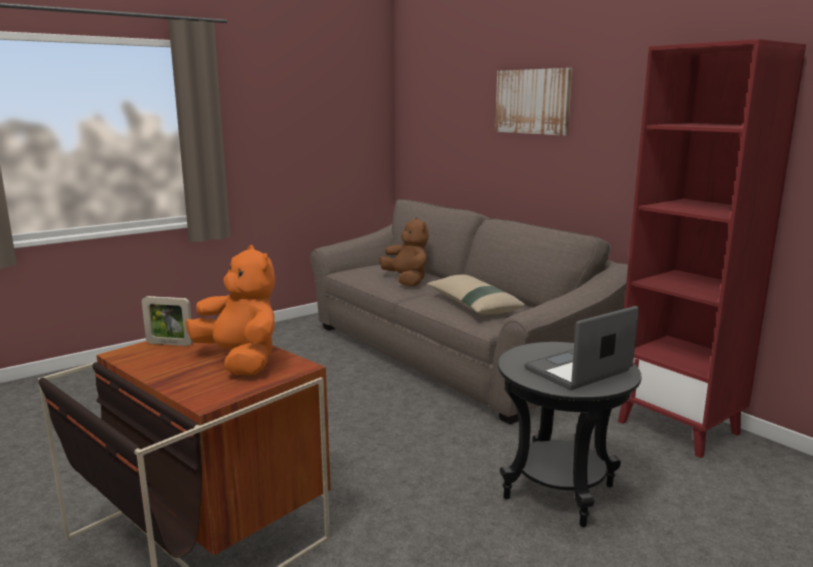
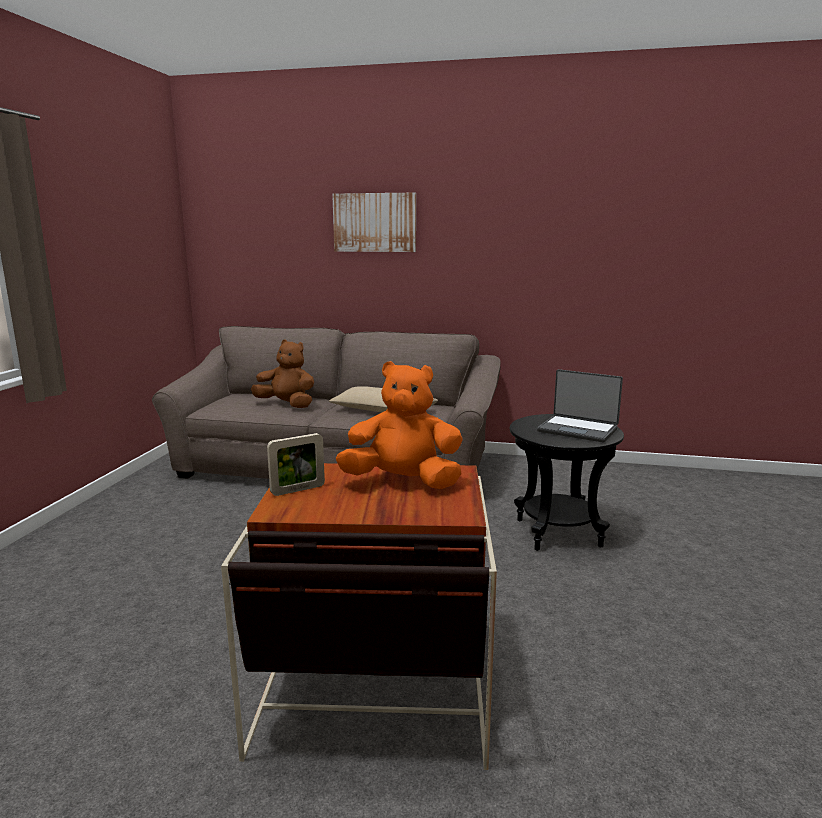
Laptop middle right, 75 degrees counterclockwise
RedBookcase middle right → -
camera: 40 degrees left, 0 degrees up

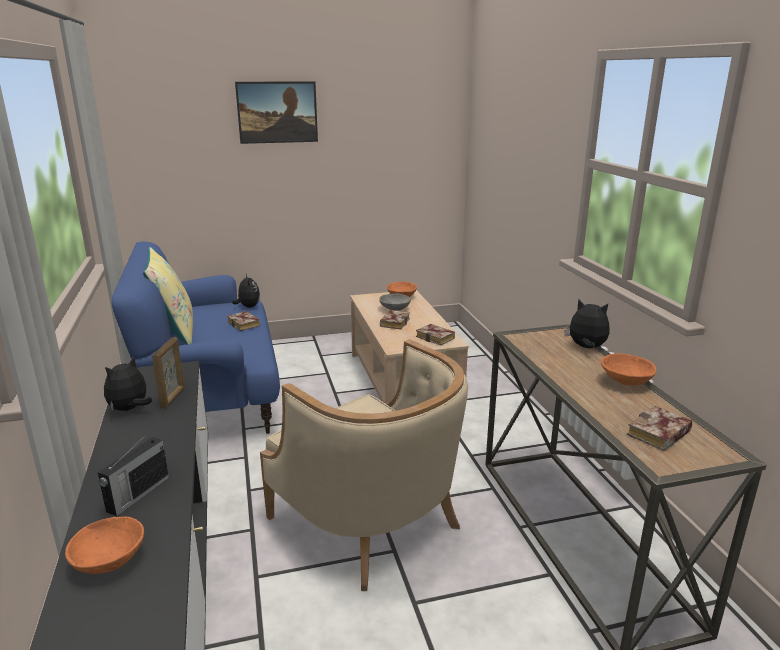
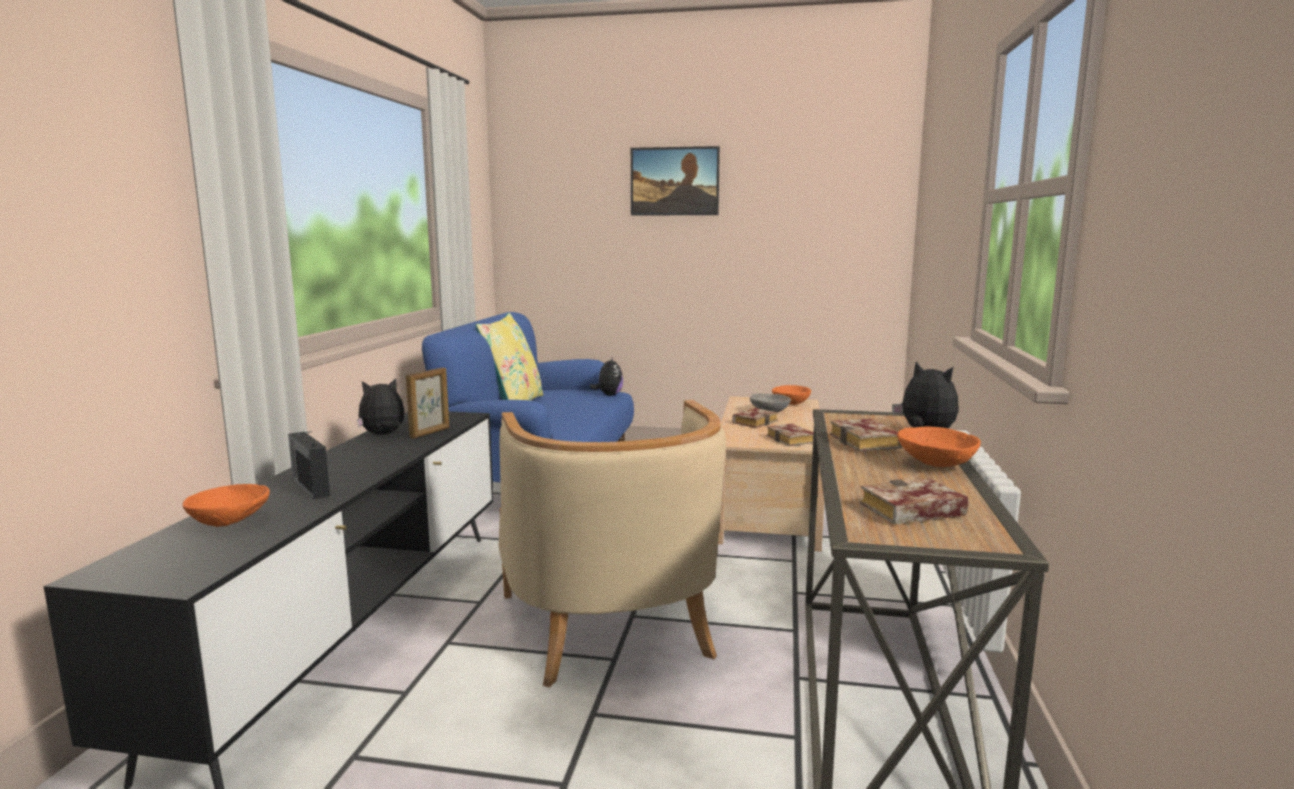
Radio bottom left → Radio middle left, 90 degrees clockwise
Book (no. 1 from left in the first image) middle left → Book (no. 3 from left) middle right, relocated
camera: 25 degrees right, 10 degrees down

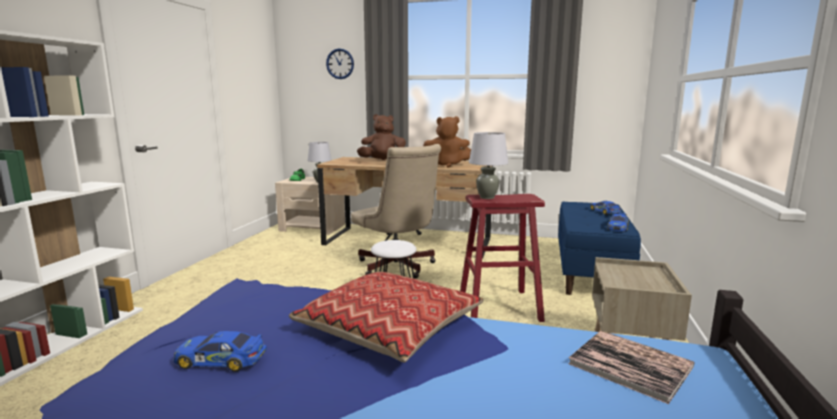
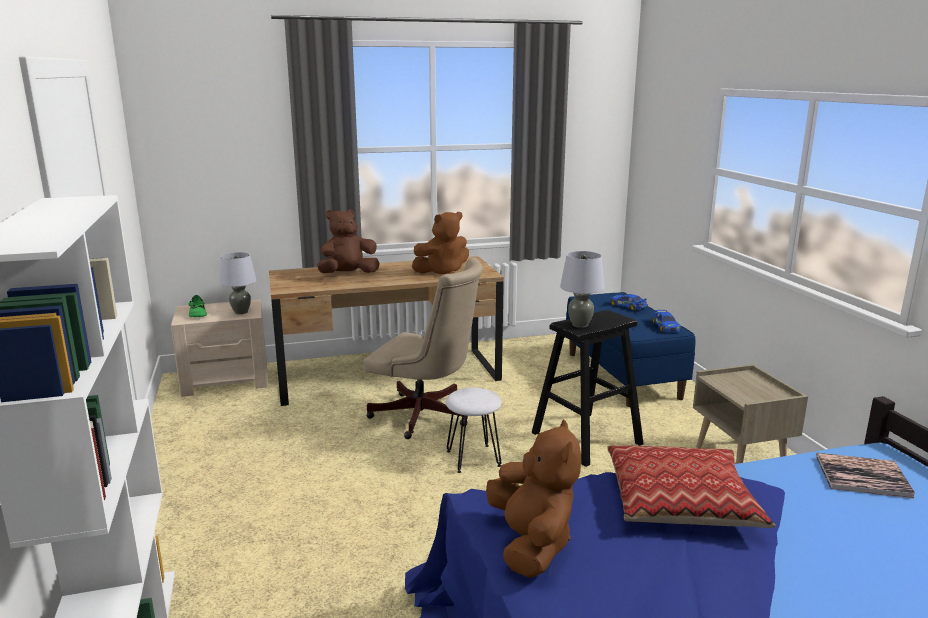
- → BrownPlushToy (no. 3 from left) bottom centre
RedStool centre → BlackStool centre
ToyCar (no. 1 from left) bottom left → -
WallClock top centre → -
camera: 30 degrees left, 5 degrees up

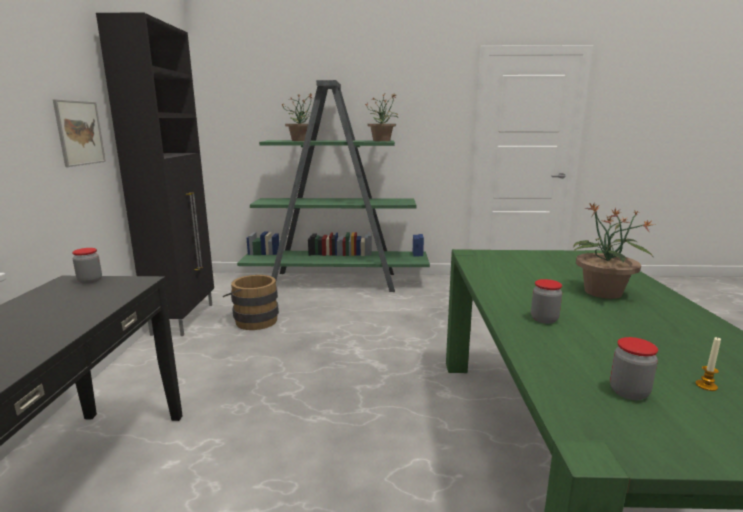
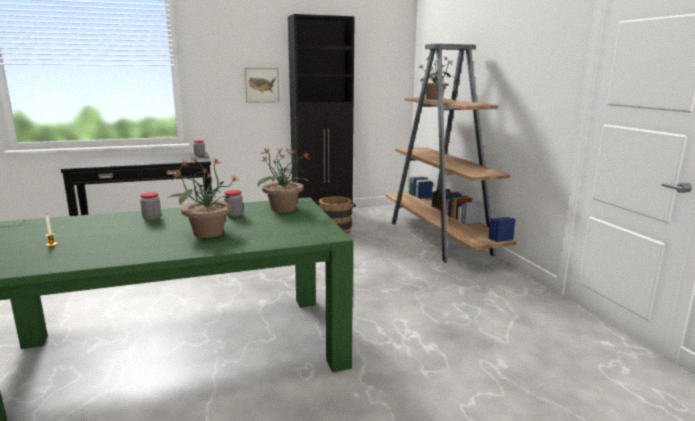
Jar (no. 3 from left) bottom right → Jar (no. 3 from left) centre, relocated
PottedPlant (no. 2 from left) top centre → PottedPlant (no. 2 from left) centre, relocated
GreenBookcase centre → BrownBookcase centre
camera: 70 degrees right, 0 degrees up

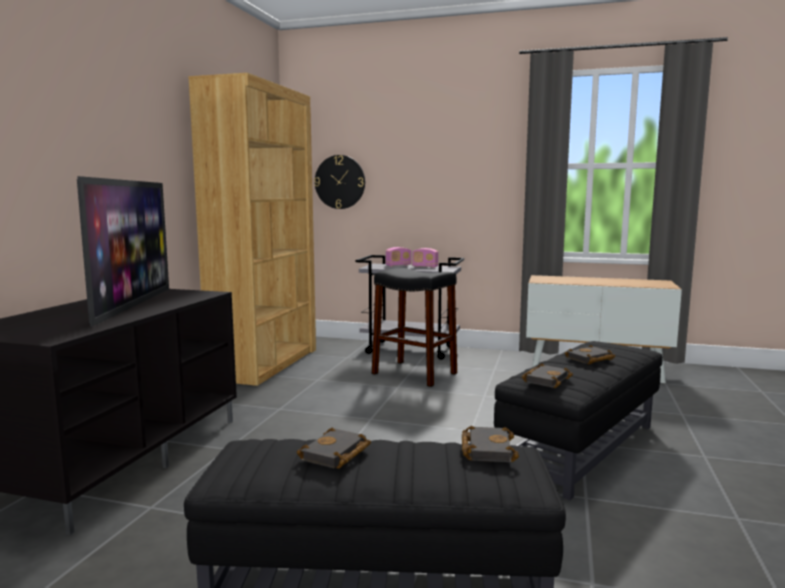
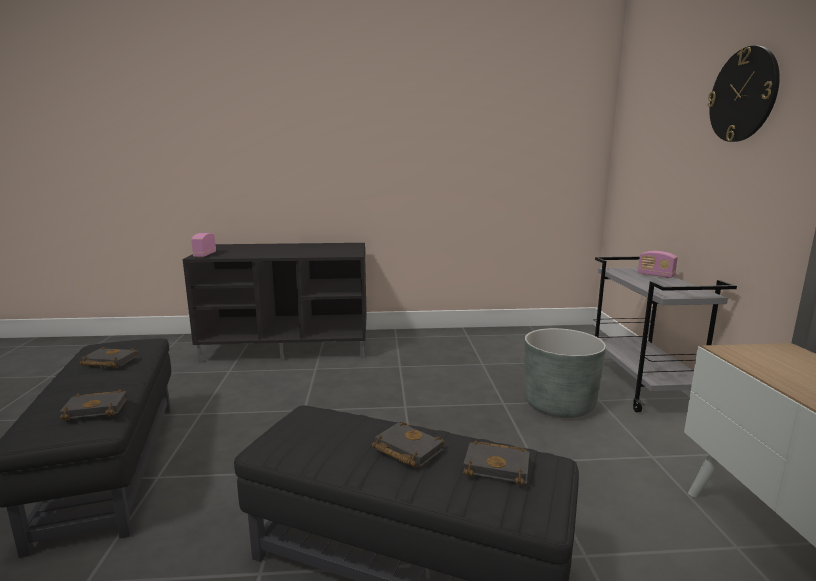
Radio (no. 2 from left in the first image) centre → Radio (no. 1 from left) middle left, relocated
BlackBook (no. 3 from left in the first image) middle right → BlackBook (no. 4 from left) bottom centre, relocated
BlackStool centre → GreyPlanter middle right
WallClock top centre → WallClock top right, relocated
Television middle left → -
BrownBookcase middle left → -
camera: 70 degrees right, 5 degrees up

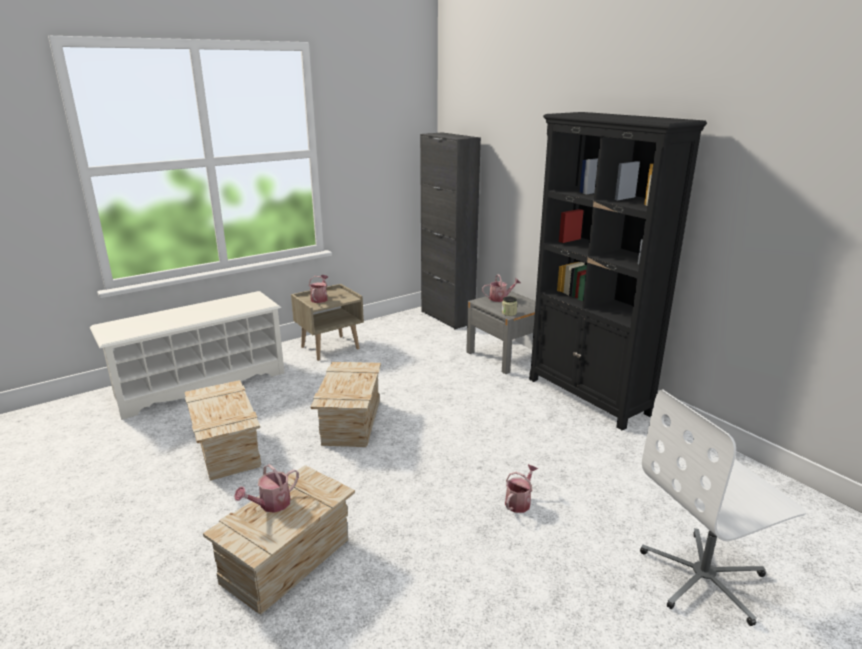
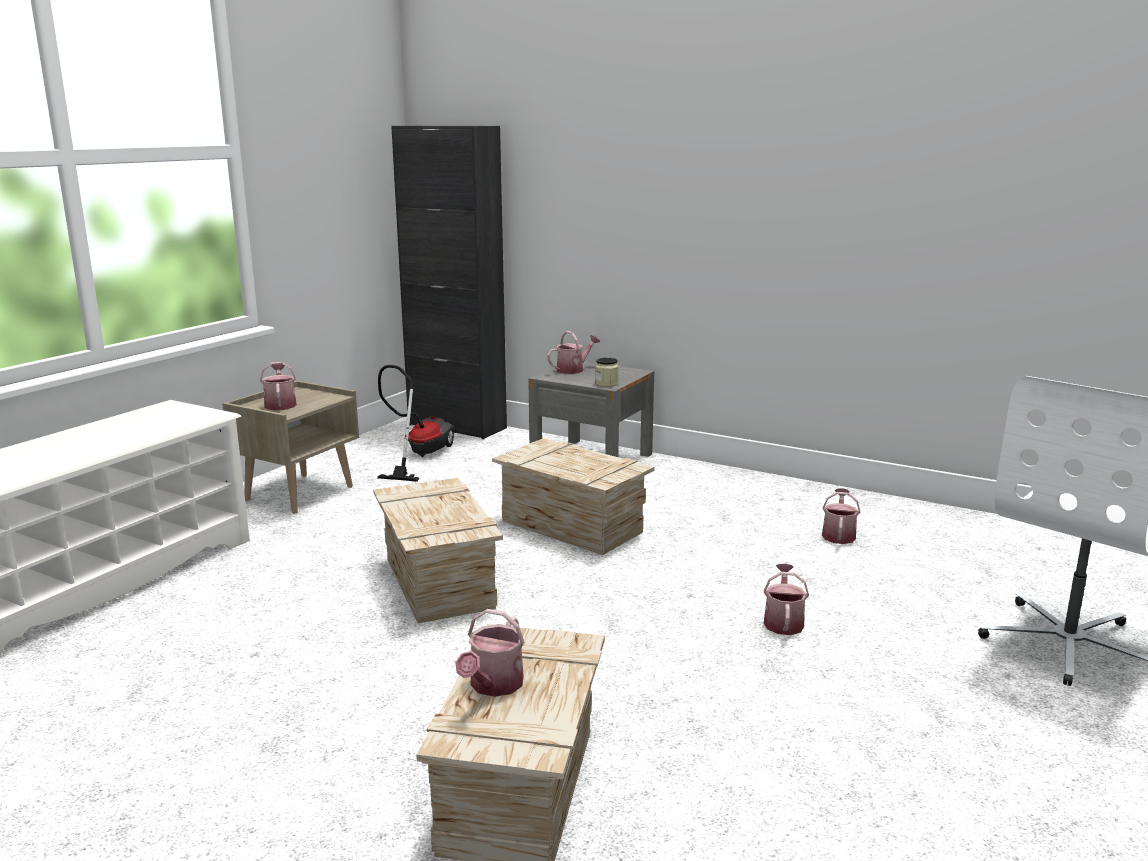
- → VacuumCleaner centre
Crate (no. 1 from left in the first image) middle left → Crate (no. 3 from left) centre, relocated
- → WateringCan (no. 5 from left) middle right
BlackBookcase middle right → -
camera: 25 degrees left, 5 degrees down

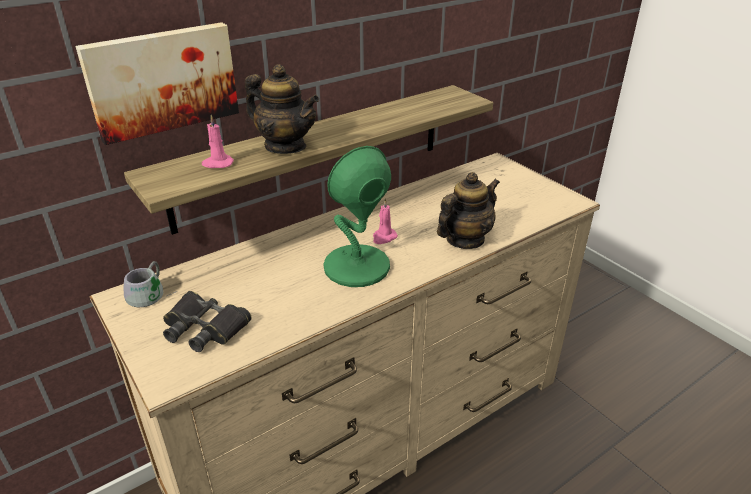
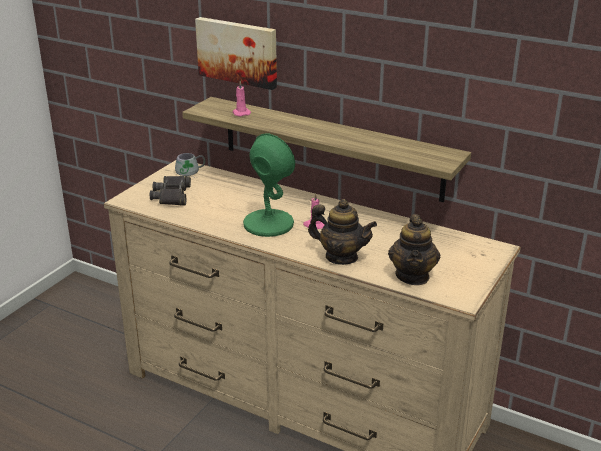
Teapot (no. 1 from left in the first image) top centre → Teapot (no. 2 from left) middle right, relocated
camera: 65 degrees right, 5 degrees down

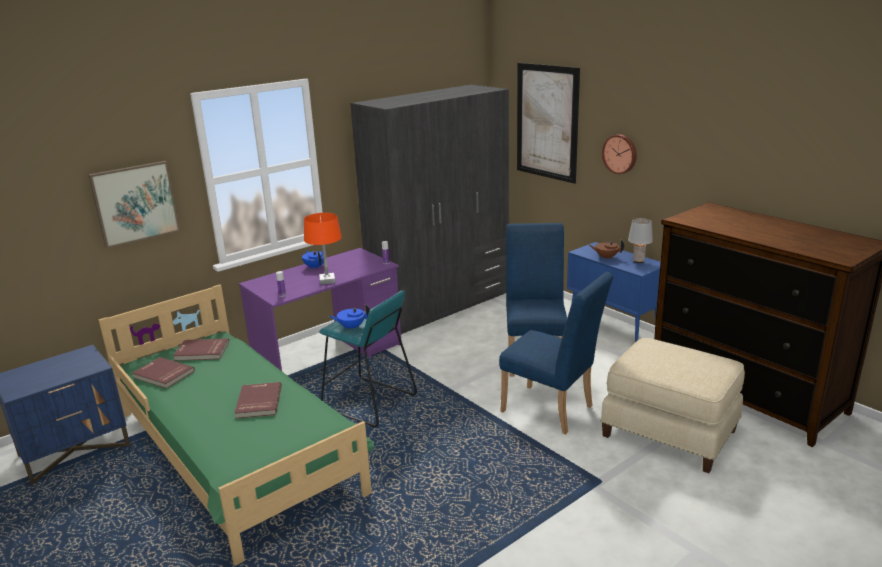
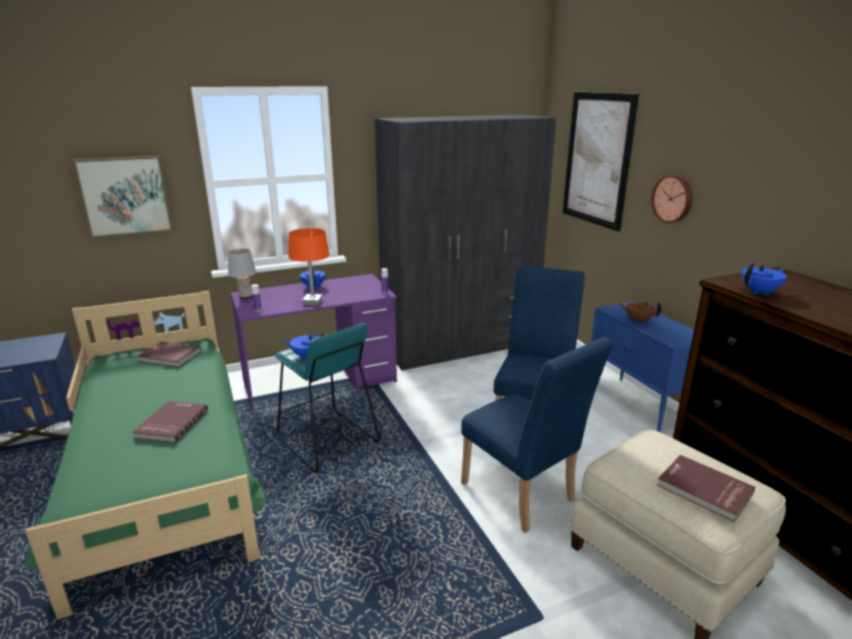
GreyTableLamp middle right → GreyTableLamp middle left, relocated
RedBook (no. 1 from left in the first image) middle left → RedBook (no. 3 from left) bottom right, relocated
- → BlueTeapot (no. 3 from left) middle right
camera: 15 degrees right, 0 degrees up

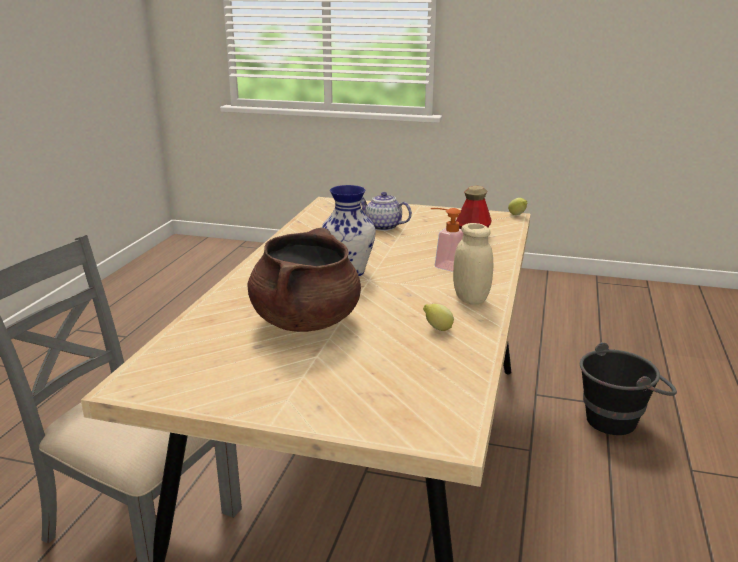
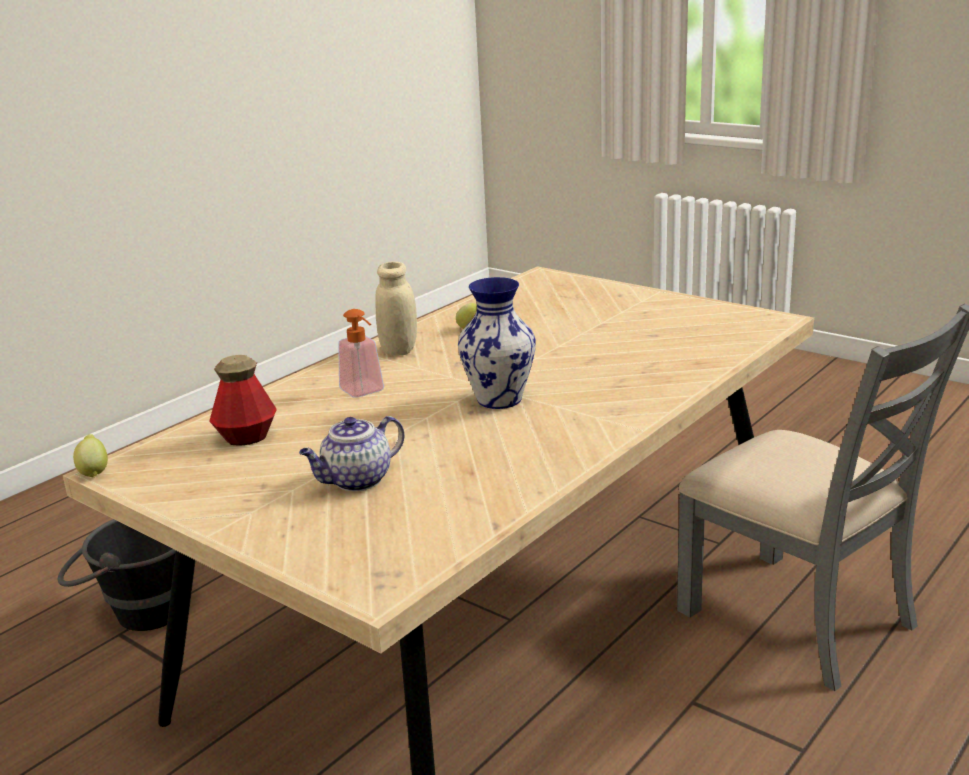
Teapot centre, 90 degrees clockwise
BrownCookingPot centre → -
camera: 155 degrees left, 0 degrees up

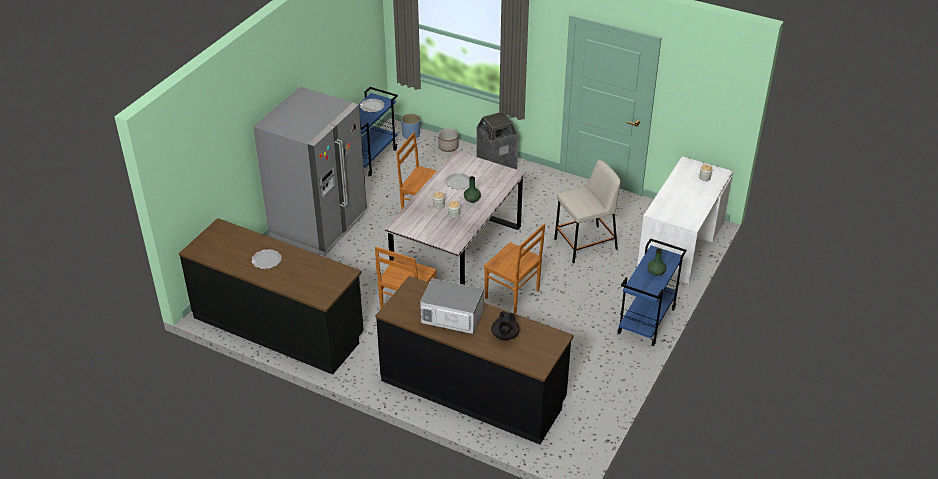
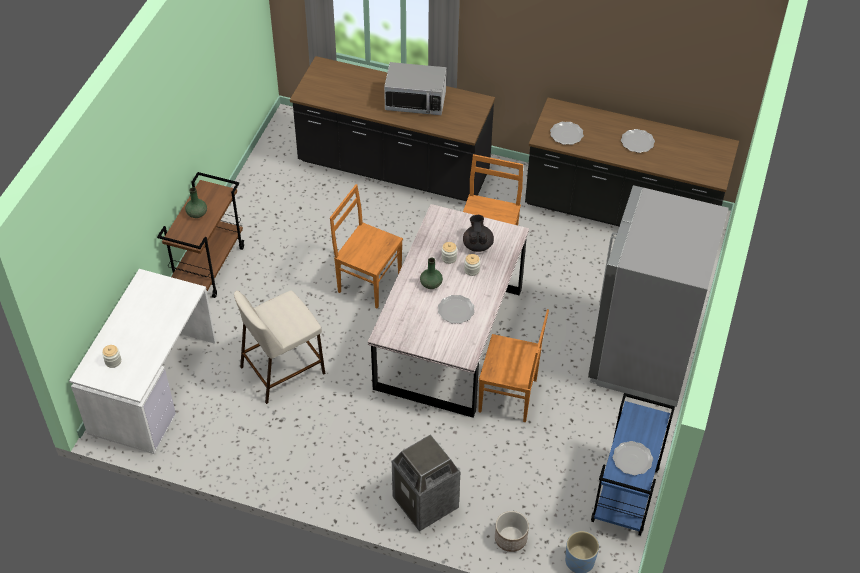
BlueCart (no. 2 from left) middle right → BrownCart middle left
BlackTeapot bottom centre → BlackTeapot centre, relocated
- → Plate (no. 2 from left) top centre
camera: 170 degrees right, 10 degrees up

